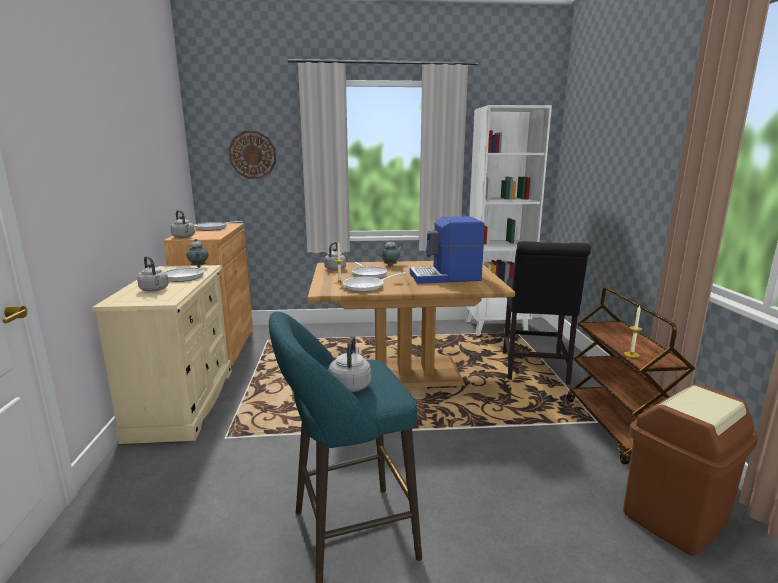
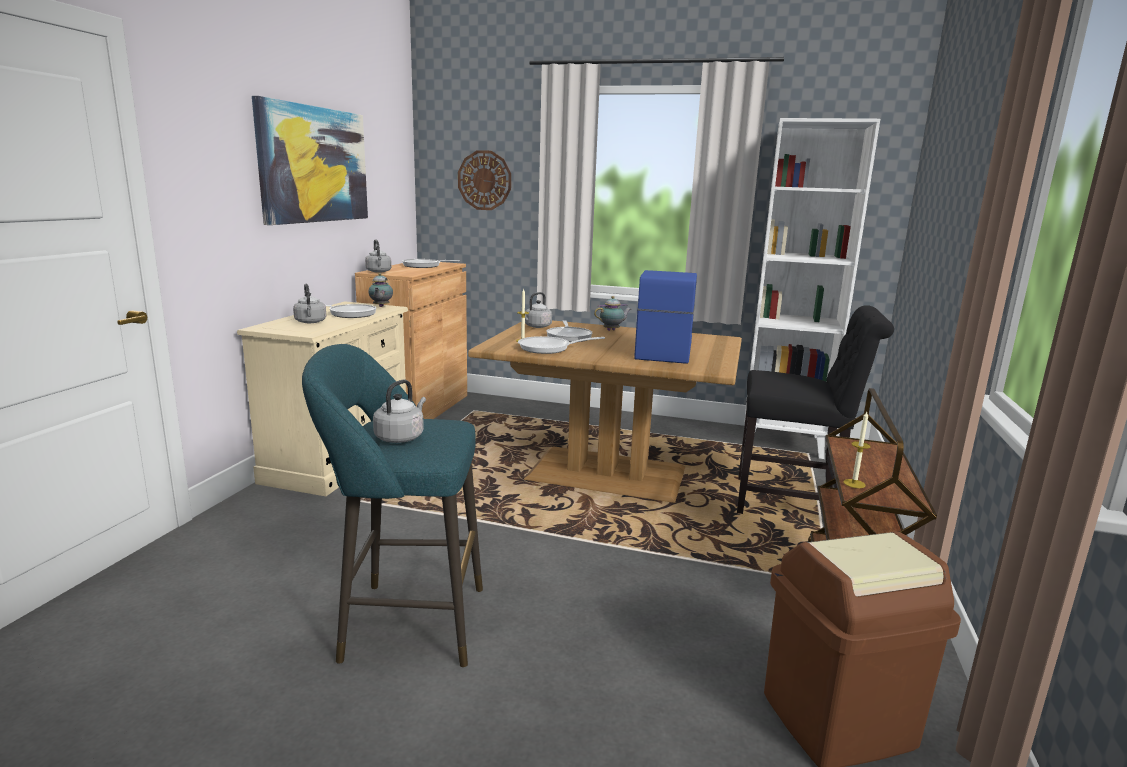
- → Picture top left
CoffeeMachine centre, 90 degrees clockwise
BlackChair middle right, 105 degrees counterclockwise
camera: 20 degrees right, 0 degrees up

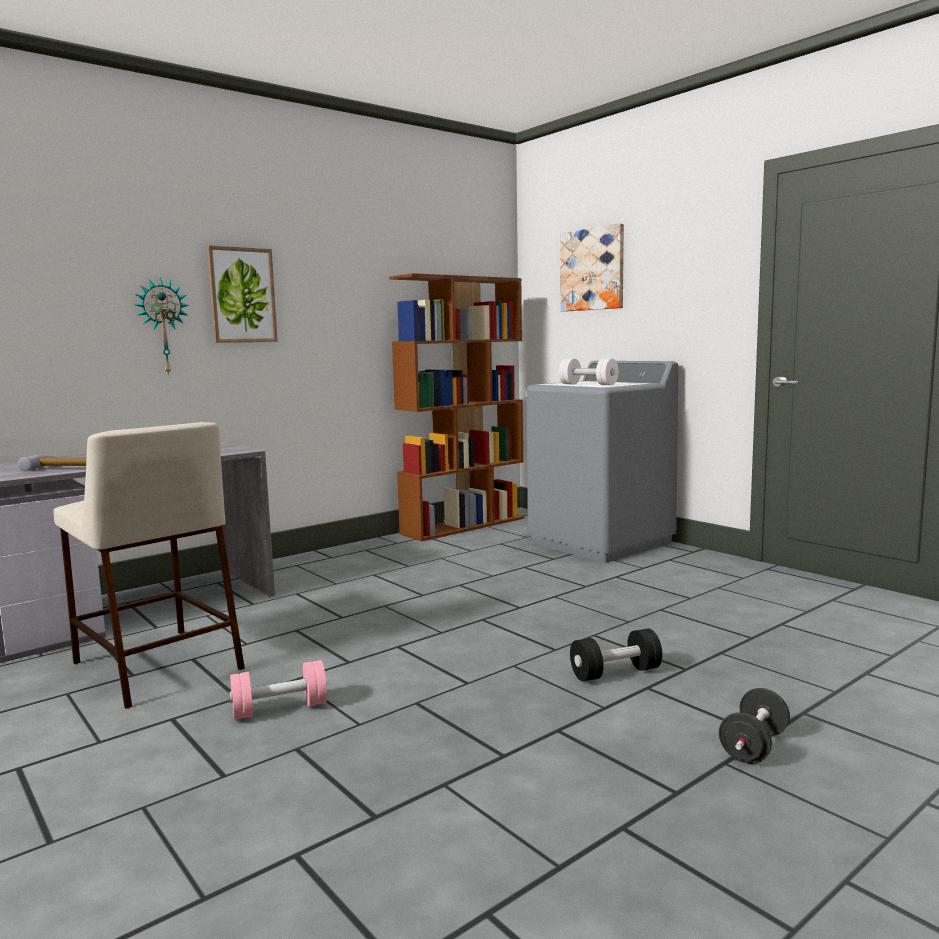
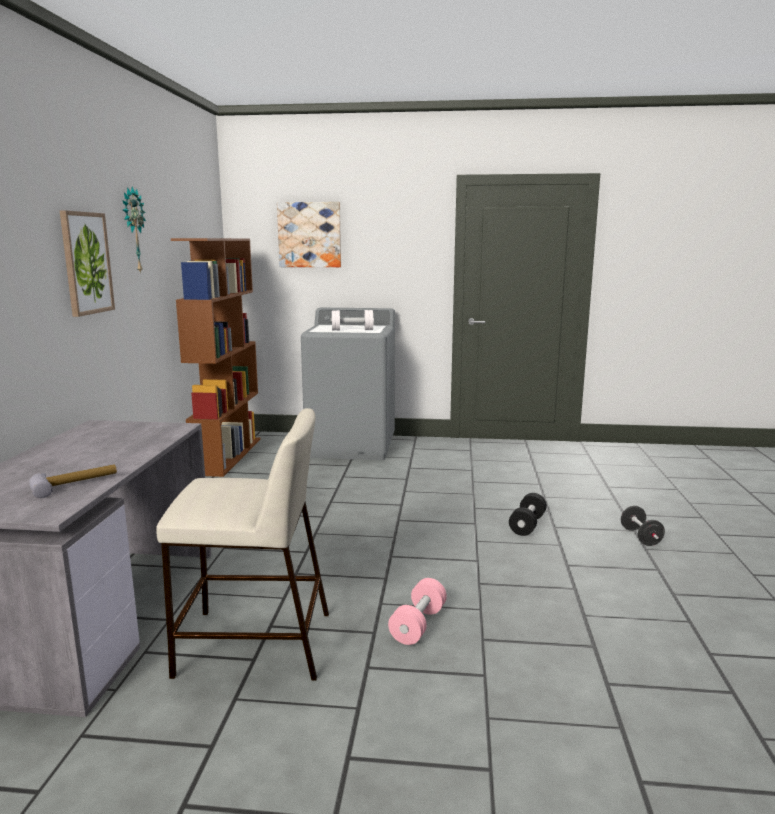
WallClock middle left → WallClock top left, relocated
camera: 45 degrees left, 5 degrees up

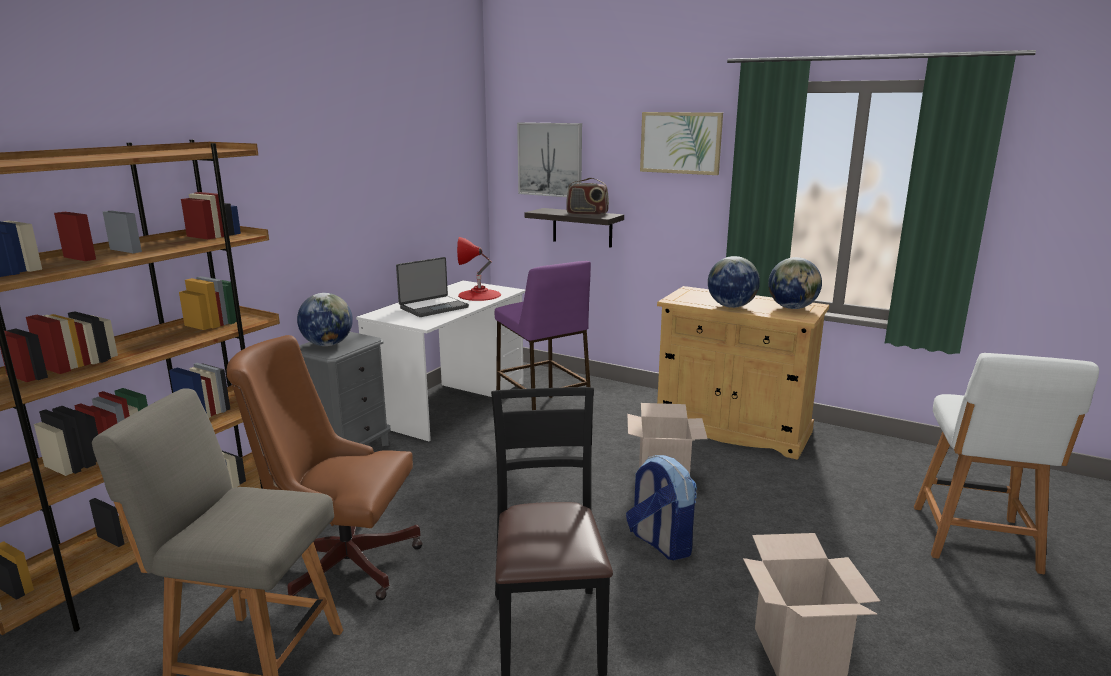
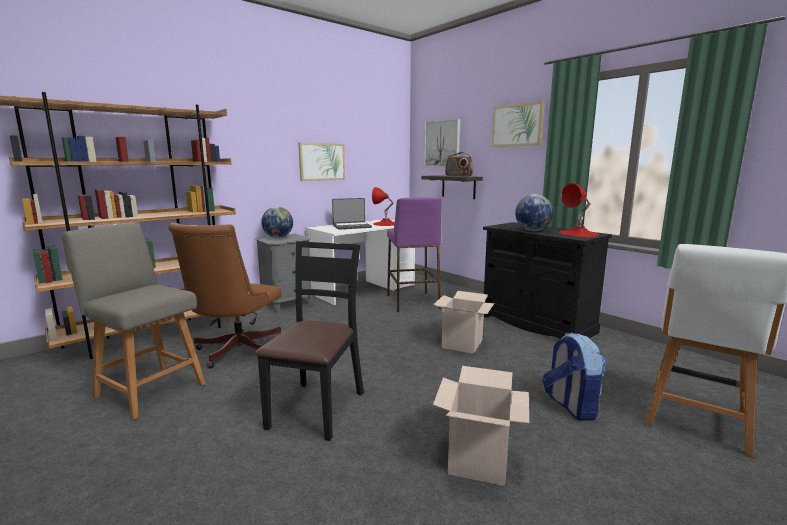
BrownOfficeChair bottom left → BrownOfficeChair middle left, 105 degrees counterclockwise
- → Picture (no. 1 from left) top centre
BeigeCabinet middle right → BlackCabinet middle right
Backpack bottom centre → Backpack bottom right, relocated
Globe (no. 3 from left) middle right → RedTableLamp (no. 2 from left) middle right
camera: 20 degrees right, 5 degrees down

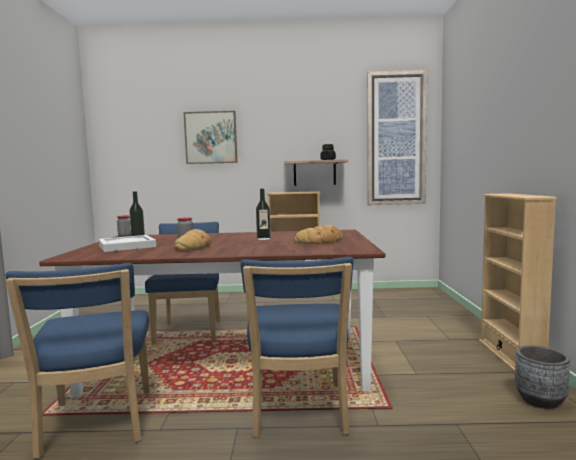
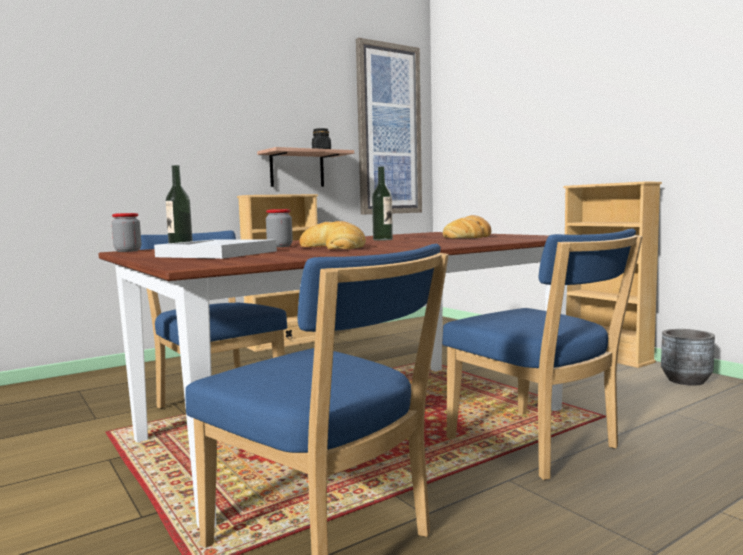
Picture (no. 1 from left) top centre → -
camera: 35 degrees left, 0 degrees up

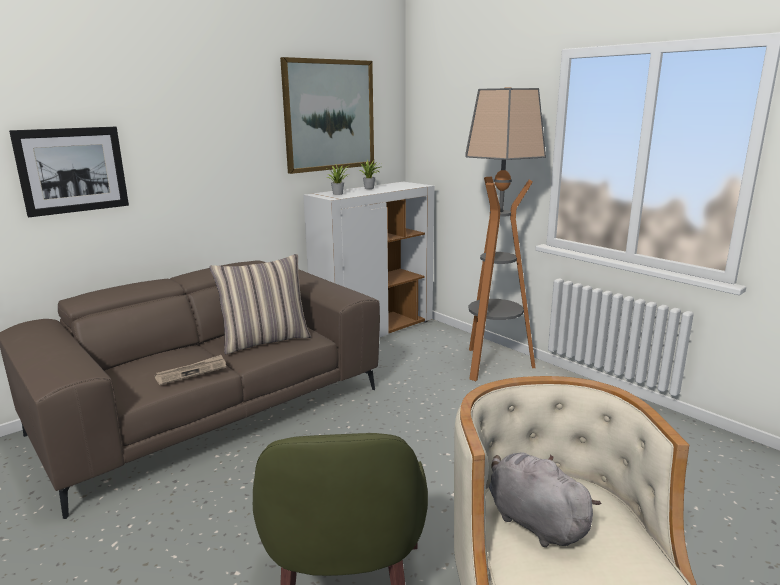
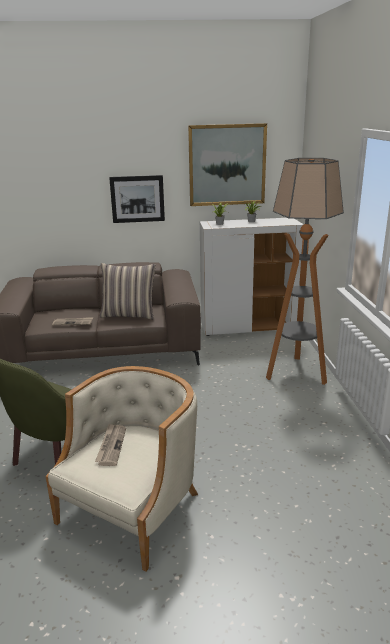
GreyPlushToy bottom right → Newspaper (no. 2 from left) bottom left
Picture (no. 1 from left) top left → Picture (no. 1 from left) top centre, relocated
camera: 35 degrees right, 5 degrees up

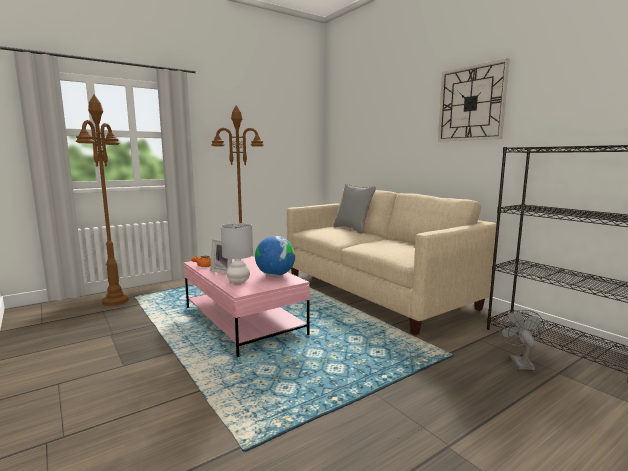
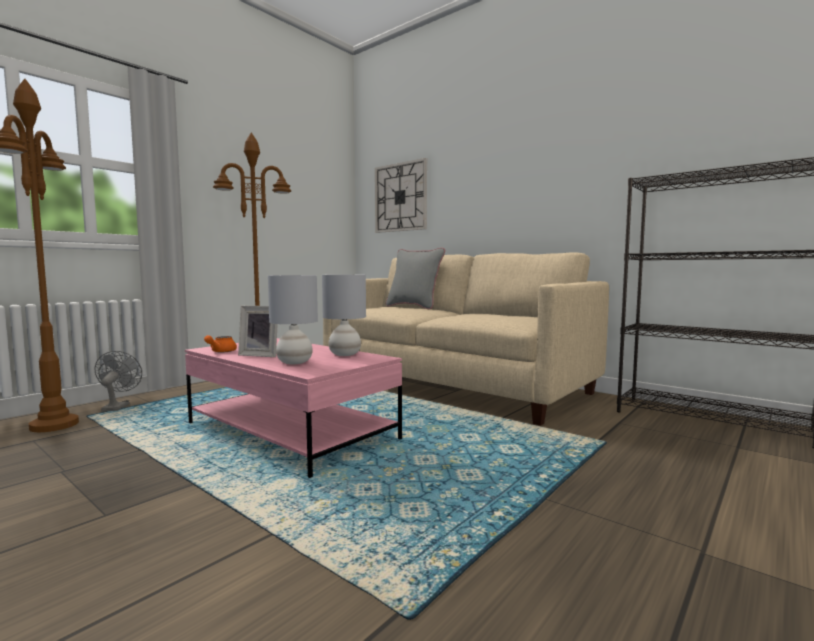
GreyFan bottom right → GreyFan middle left, relocated
Globe centre → GreyTableLamp (no. 2 from left) centre
WallClock top right → WallClock top centre, relocated
camera: 15 degrees left, 5 degrees down

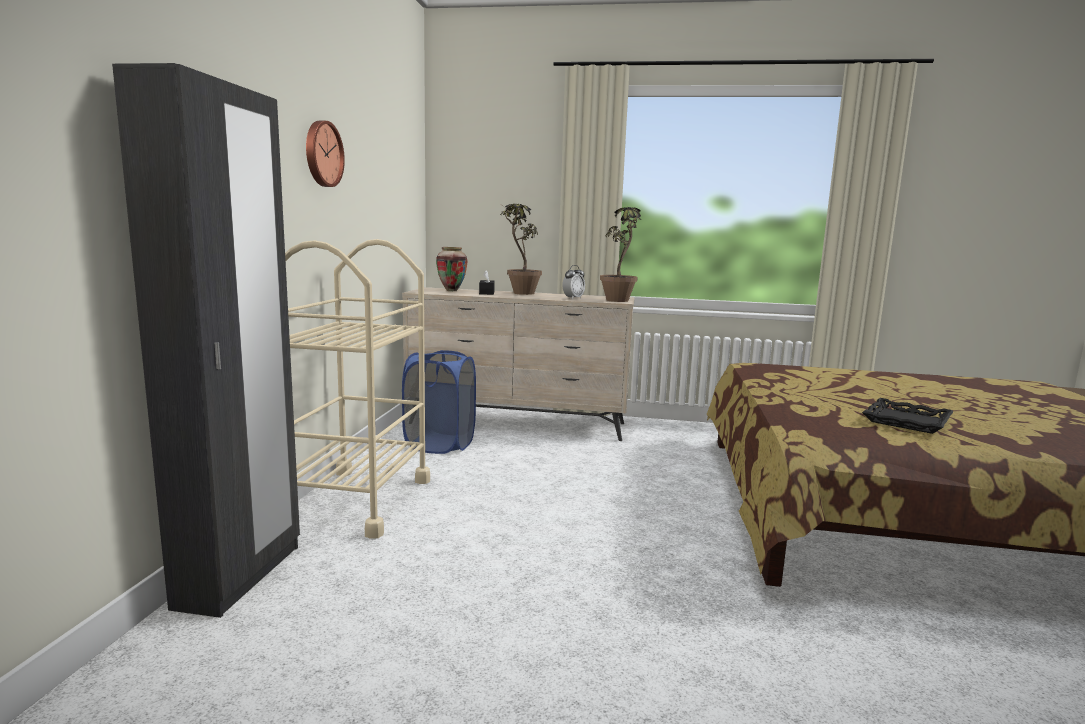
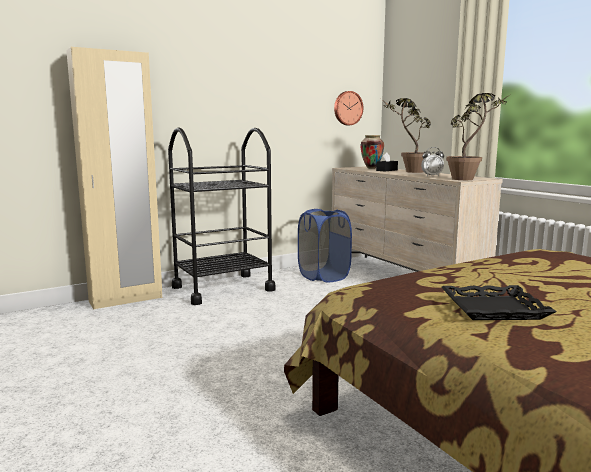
BlackWardrobe middle left → BeigeWardrobe middle left
BeigeCart middle left → BlackCart centre
WallClock top left → WallClock top centre, relocated
camera: 50 degrees right, 0 degrees up

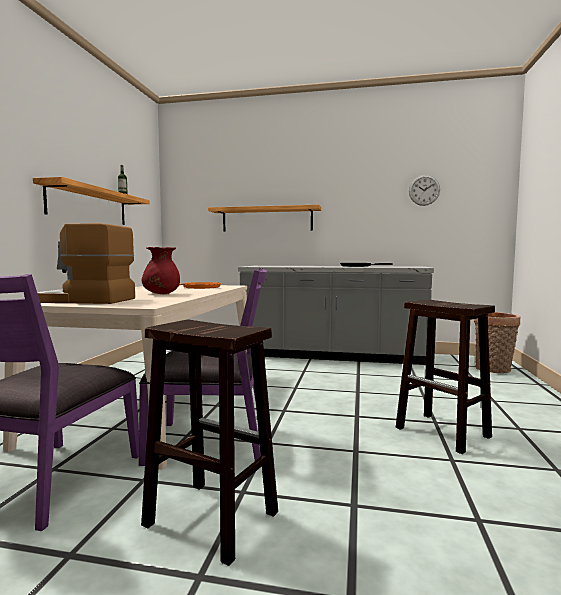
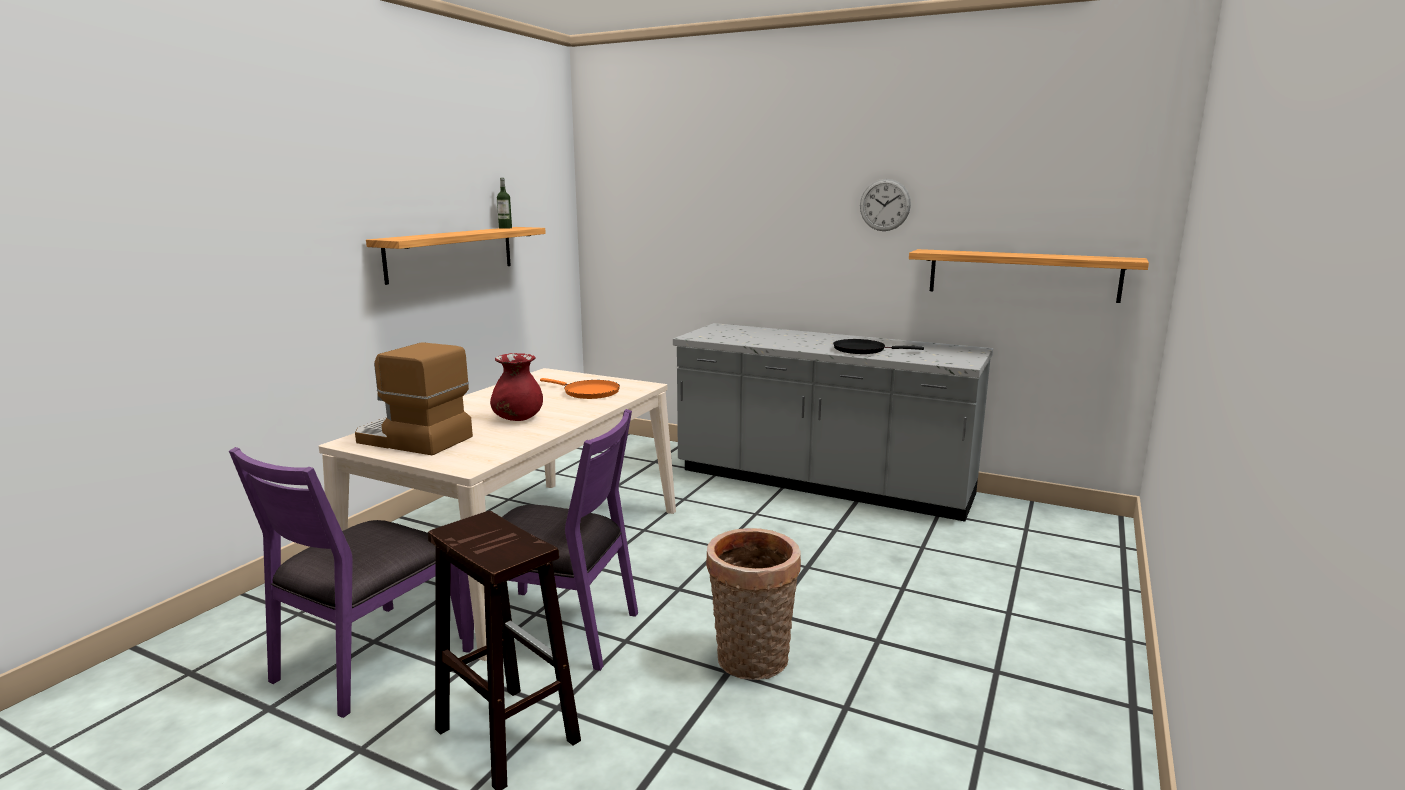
Basket middle right → Basket bottom centre, relocated
WallClock top right → WallClock top centre, relocated
Shelf (no. 2 from left) centre → Shelf (no. 2 from left) middle right, relocated
BrownStool (no. 2 from left) middle right → -
camera: 15 degrees right, 10 degrees up

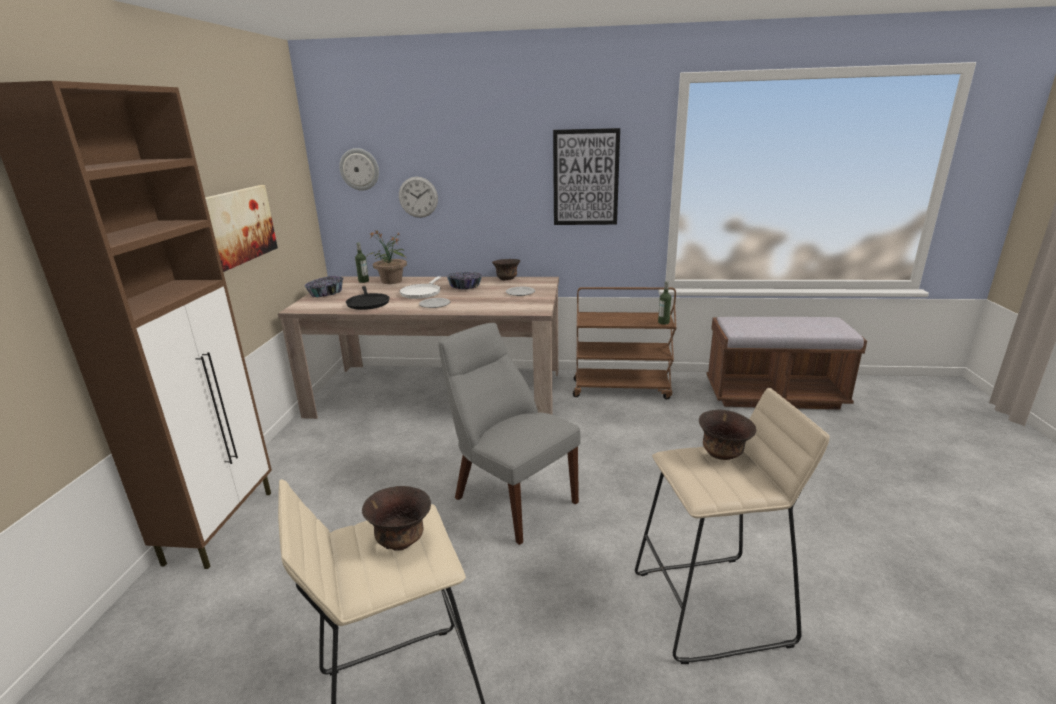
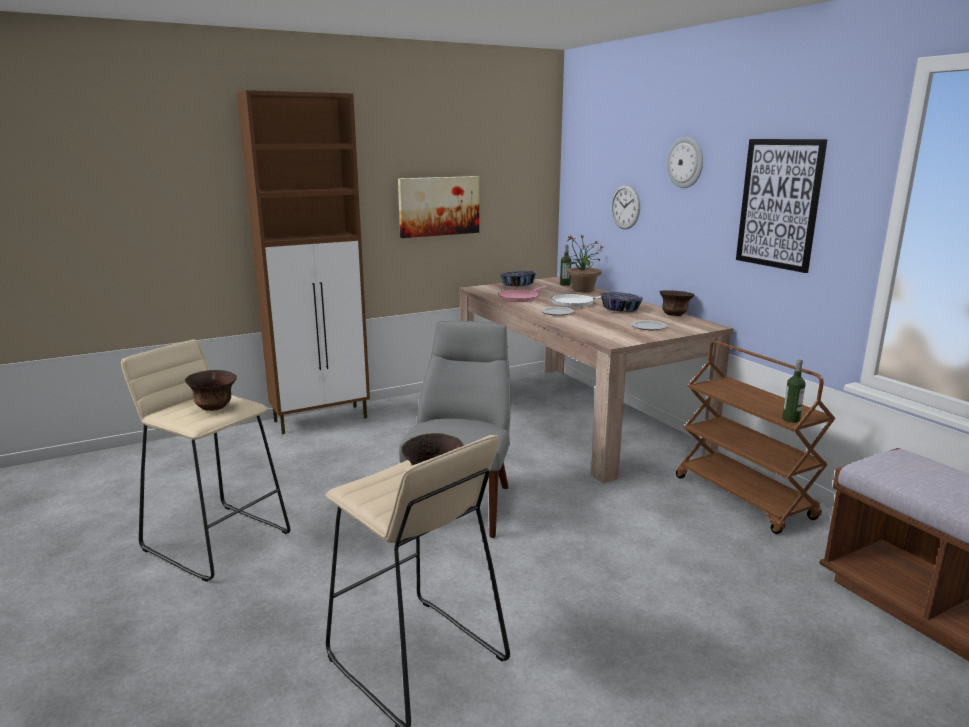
BlackFryingPan centre → PinkFryingPan centre
WallClock (no. 1 from left in the first image) top centre → WallClock (no. 2 from left) top right, relocated
camera: 55 degrees right, 5 degrees down

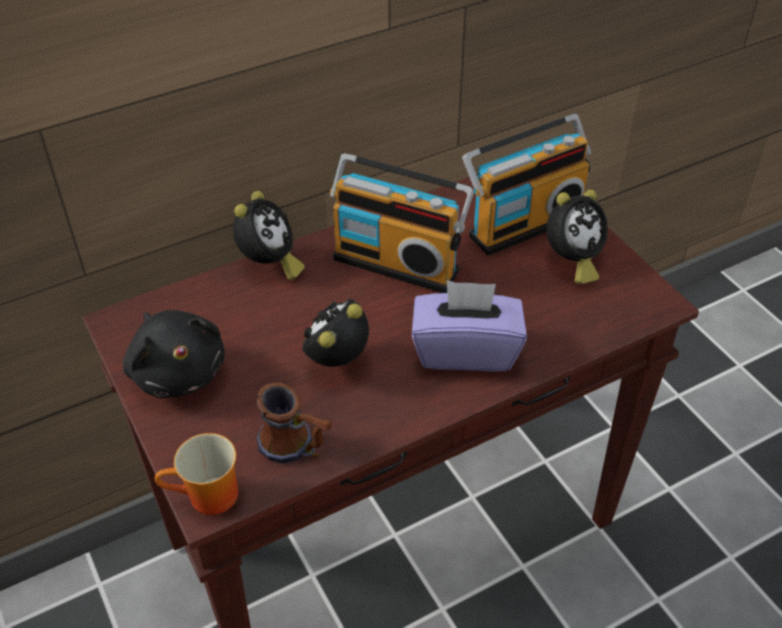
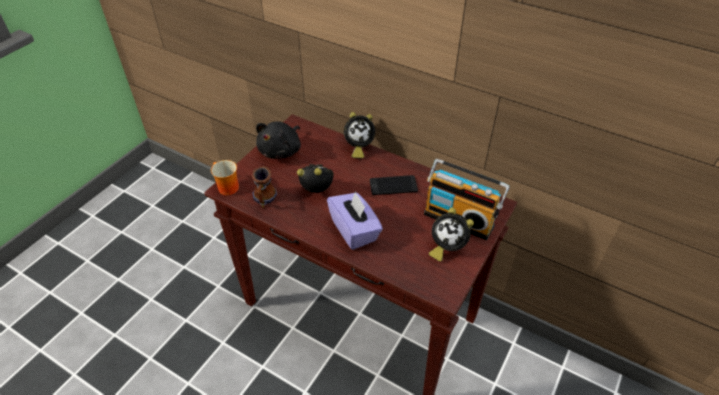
Radio (no. 1 from left) centre → Phone centre
camera: 60 degrees right, 0 degrees up

